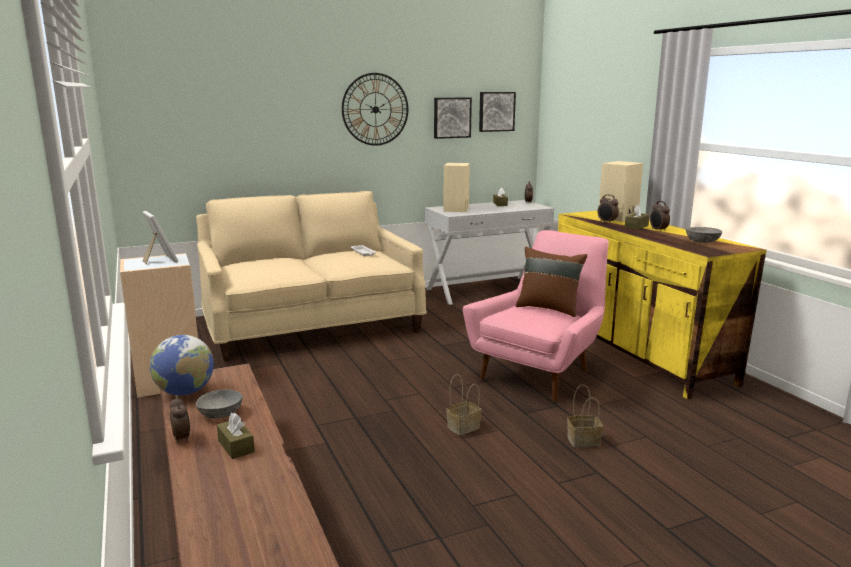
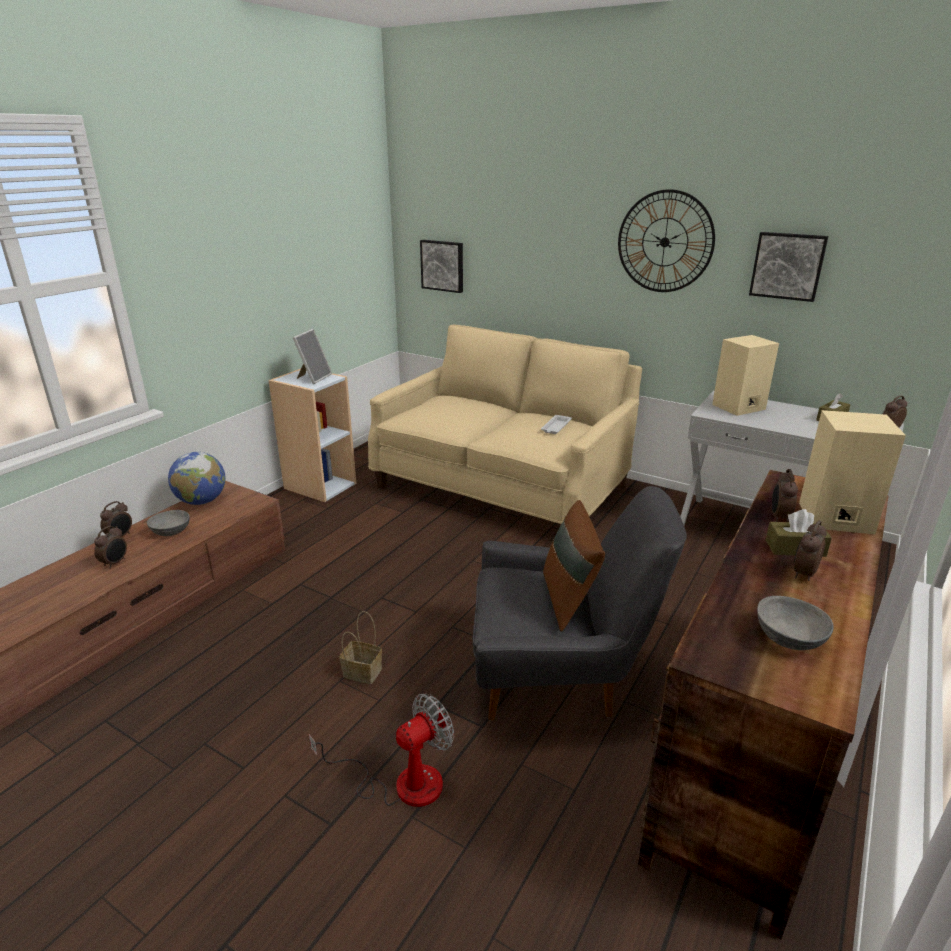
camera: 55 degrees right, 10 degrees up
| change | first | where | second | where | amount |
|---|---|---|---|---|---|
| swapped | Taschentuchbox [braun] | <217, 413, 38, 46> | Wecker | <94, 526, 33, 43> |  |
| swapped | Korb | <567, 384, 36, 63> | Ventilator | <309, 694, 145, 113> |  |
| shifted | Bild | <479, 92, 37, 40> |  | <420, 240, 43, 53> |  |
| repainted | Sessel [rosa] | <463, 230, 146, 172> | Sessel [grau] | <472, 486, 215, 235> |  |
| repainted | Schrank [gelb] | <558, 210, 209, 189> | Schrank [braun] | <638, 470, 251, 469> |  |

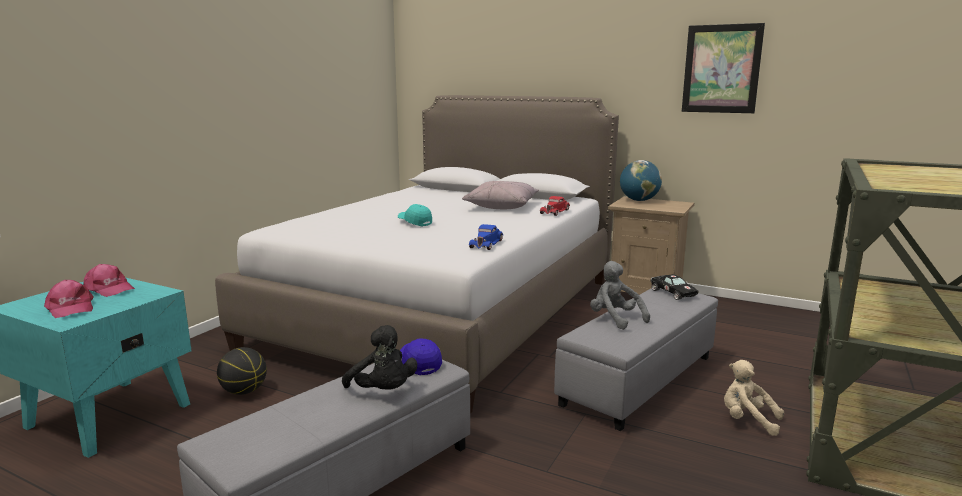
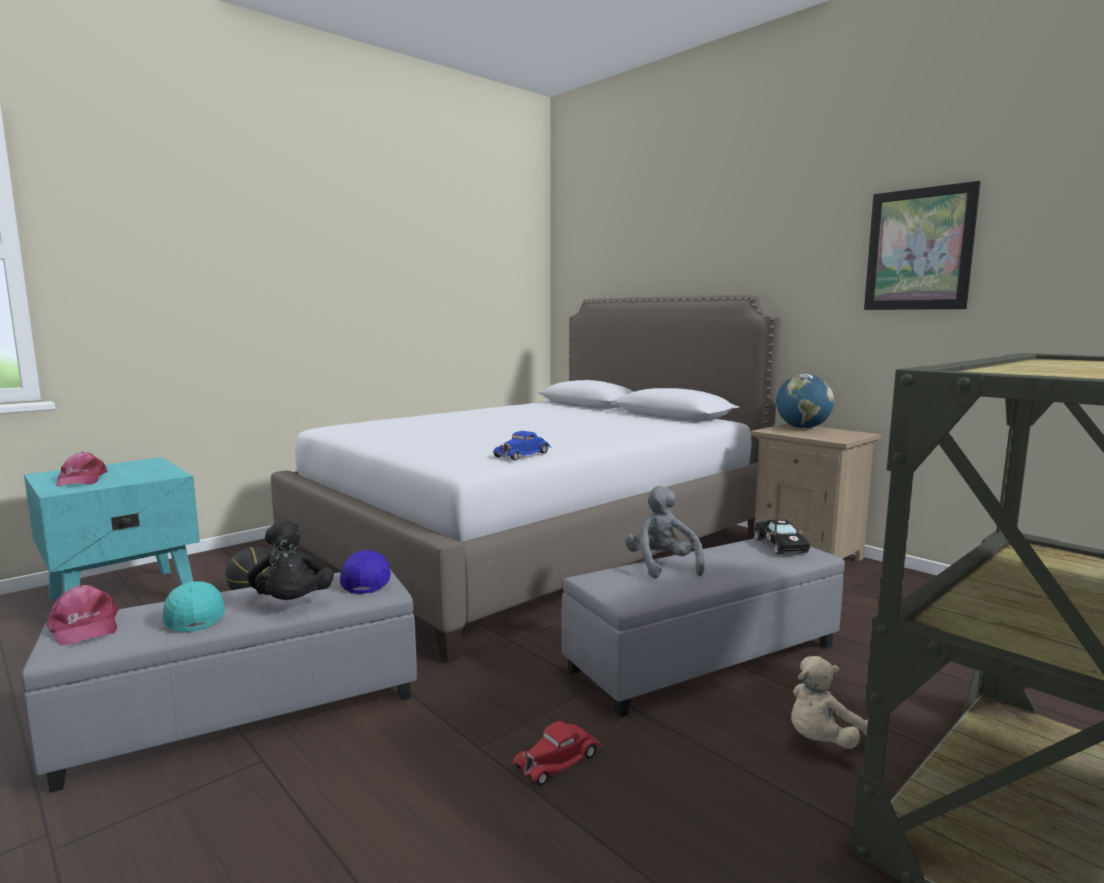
camera: 20 degrees right, 5 degrees down
| change | first | where | second | where | amount |
|---|---|---|---|---|---|
| shifted | Kappe [rosa] | <83, 264, 52, 33> |  | <46, 585, 73, 61> |  |
| shifted | Kappe [türkis] | <398, 204, 34, 23> |  | <162, 581, 63, 52> |  |
| shifted | Spielzeugauto [rot] | <540, 196, 30, 20> |  | <513, 721, 89, 64> |  |
| rotated | Plüschtier [beige] | <724, 360, 60, 76> |  | <791, 656, 77, 93> | 90 degrees counterclockwise |
| gone | Kissen [lila] | <462, 181, 77, 28> |  |  |  |

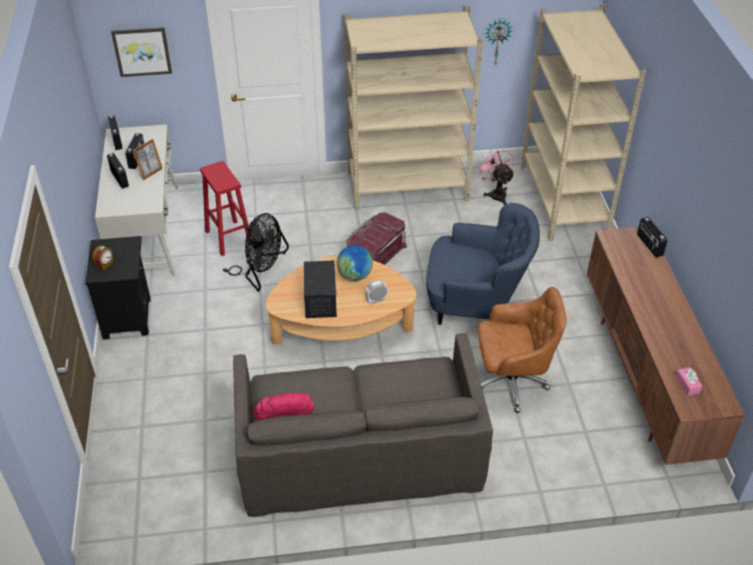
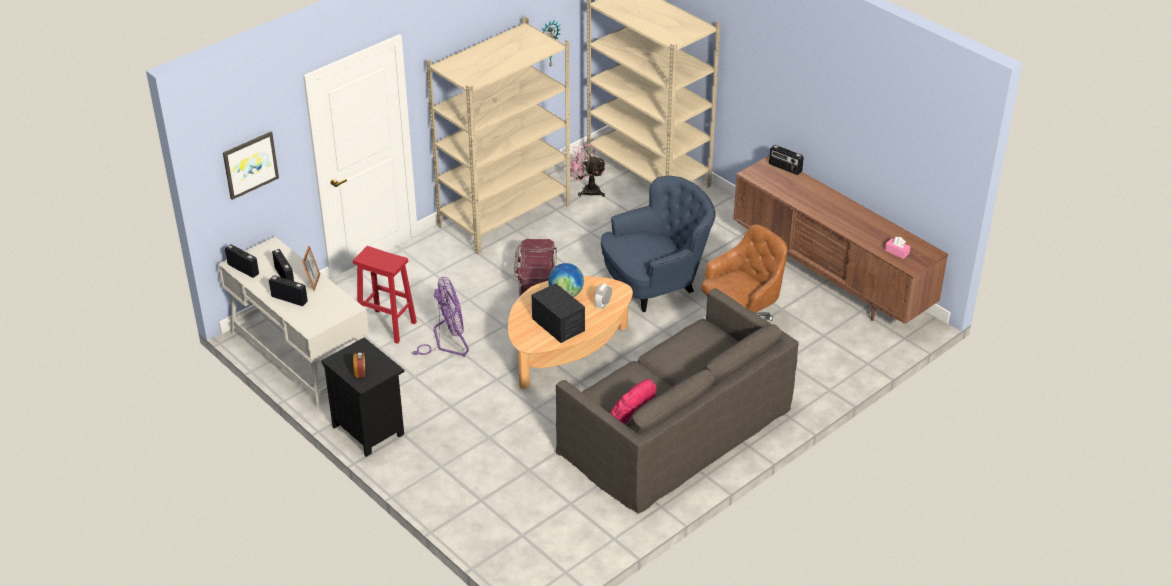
camera: 35 degrees left, 5 degrees down
| change | first | where | second | where | amount |
|---|---|---|---|---|---|
| repainted | Ventilator [schwarz] | <223, 213, 66, 79> | Ventilator [lila] | <412, 276, 57, 81> |  |

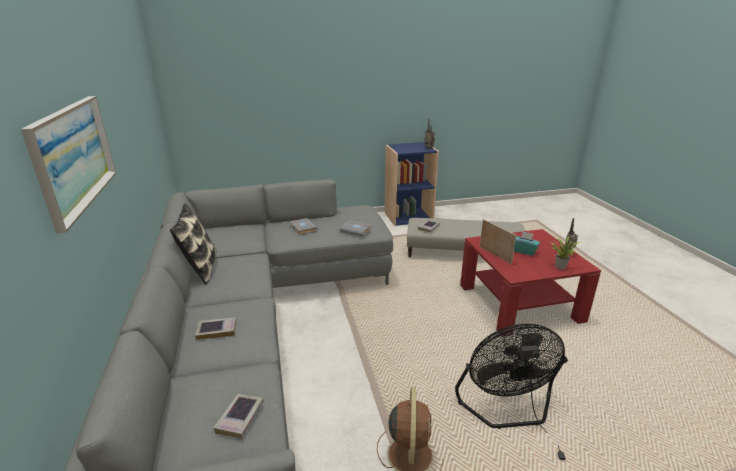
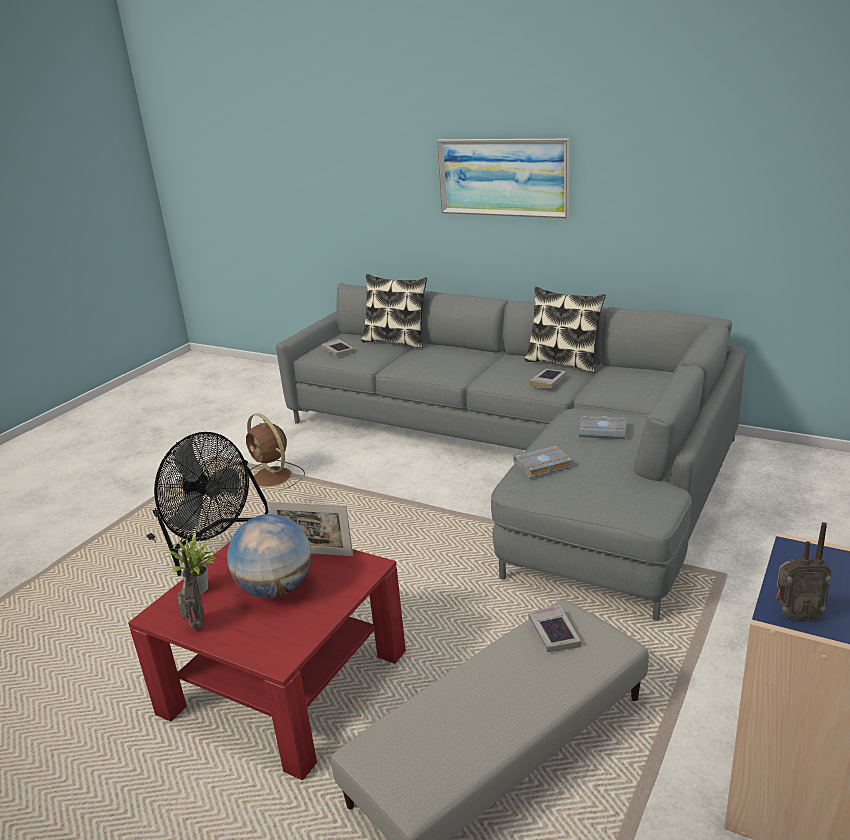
camera: 135 degrees right, 0 degrees up
| change | first | where | second | where | amount |
|---|---|---|---|---|---|
| swapped | Taschentuchbox [türkis] | <514, 231, 26, 25> | Globus | <227, 514, 84, 84> |  |
| new |  |  | Kissen | <361, 274, 66, 74> |  |
| shifted | Buch | <195, 317, 41, 23> |  | <530, 369, 37, 19> |  |

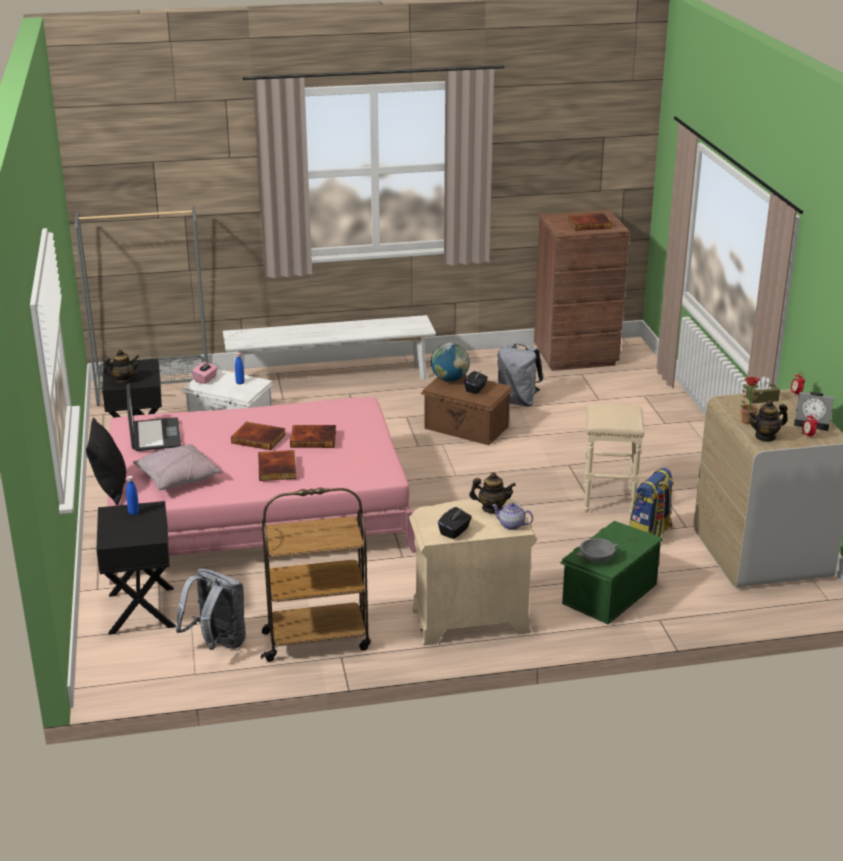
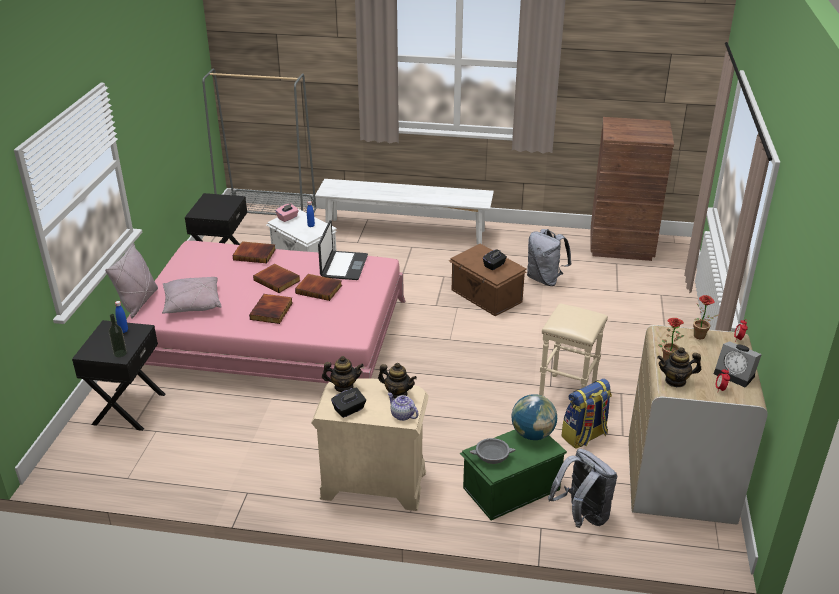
camera: 20 degrees right, 5 degrees up
| change | first | where | second | where | amount |
|---|---|---|---|---|---|
| repainted | Kissen [schwarz] | <86, 417, 41, 88> | Kissen [lila] | <105, 243, 53, 76> |  |
| new |  |  | Flasche | <109, 314, 18, 43> |  |
| shifted | Buch | <568, 213, 44, 18> |  | <232, 241, 44, 23> |  |
| shifted | Laptop | <126, 383, 55, 68> |  | <318, 220, 50, 60> |  |
| shifted | Teekanne | <103, 349, 37, 35> |  | <322, 356, 42, 36> |  |
| shifted | Globus | <431, 342, 39, 40> |  | <511, 394, 46, 46> |  |
| shifted | Rucksack [grau] | <176, 568, 70, 82> |  | <548, 448, 69, 80> |  |
| swapped | Taschentuchbox [braun] | <746, 376, 34, 28> | Topfpflanze | <693, 295, 25, 44> |  |
| gone | Rollwagen [braun] | <260, 488, 111, 174> |  |  |  |

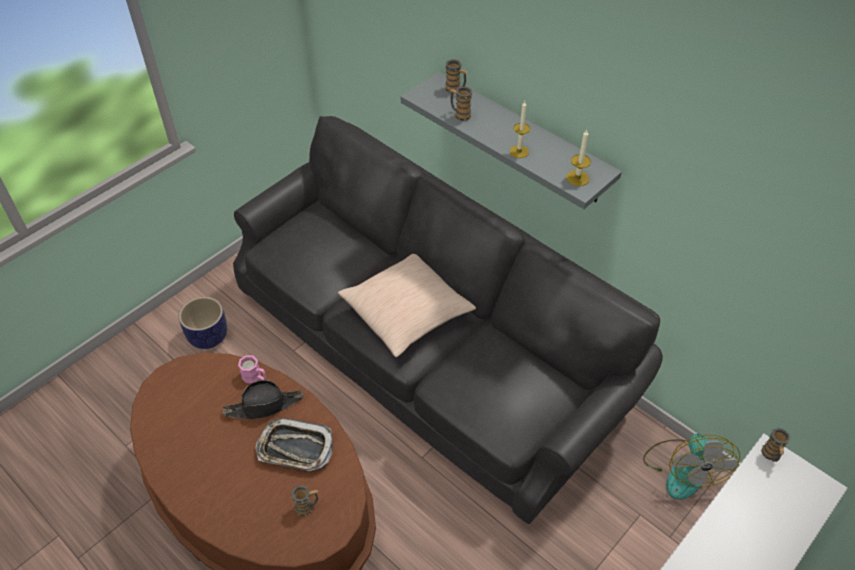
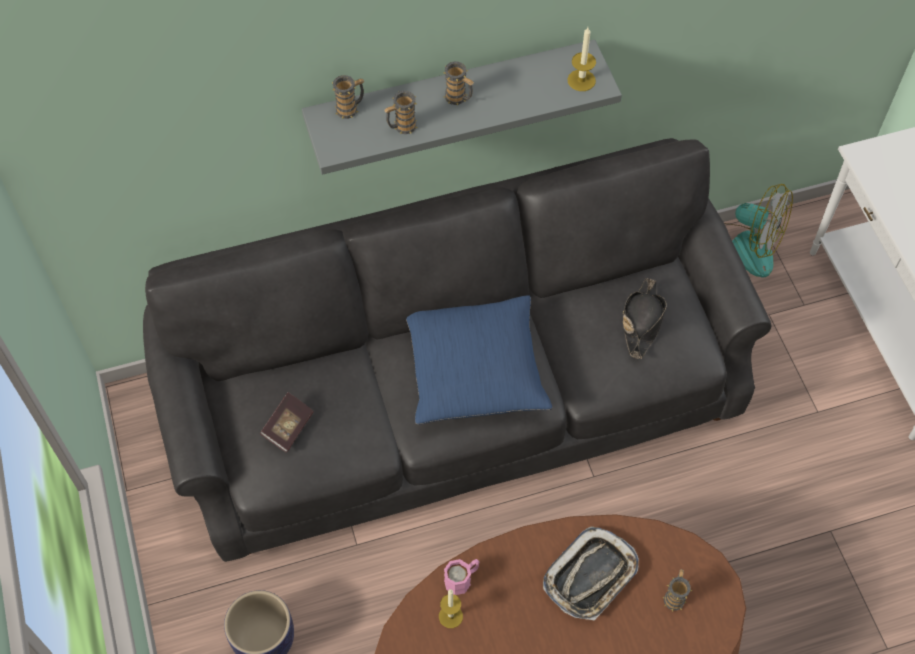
camera: 60 degrees left, 10 degrees up
| change | first | where | second | where | amount |
|---|---|---|---|---|---|
| new |  |  | Buch | <260, 392, 54, 61> |  |
| repainted | Kissen [beige] | <338, 254, 138, 103> | Kissen [blau] | <406, 295, 146, 129> |  |
| shifted | Kerze | <510, 101, 20, 57> |  | <439, 589, 24, 39> |  |
| shifted | Henkelbecher | <761, 428, 30, 34> |  | <444, 62, 30, 43> |  |
| shifted | Hut [schwarz] | <223, 380, 81, 39> |  | <623, 278, 44, 81> |  |

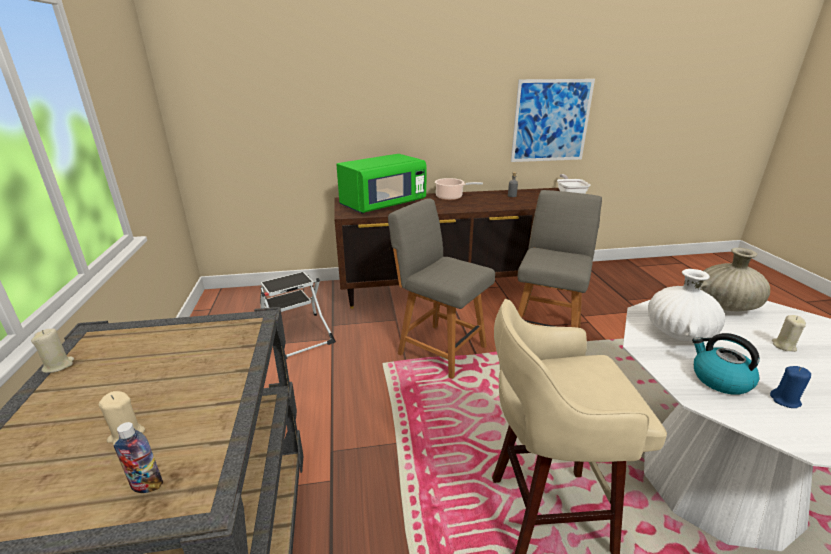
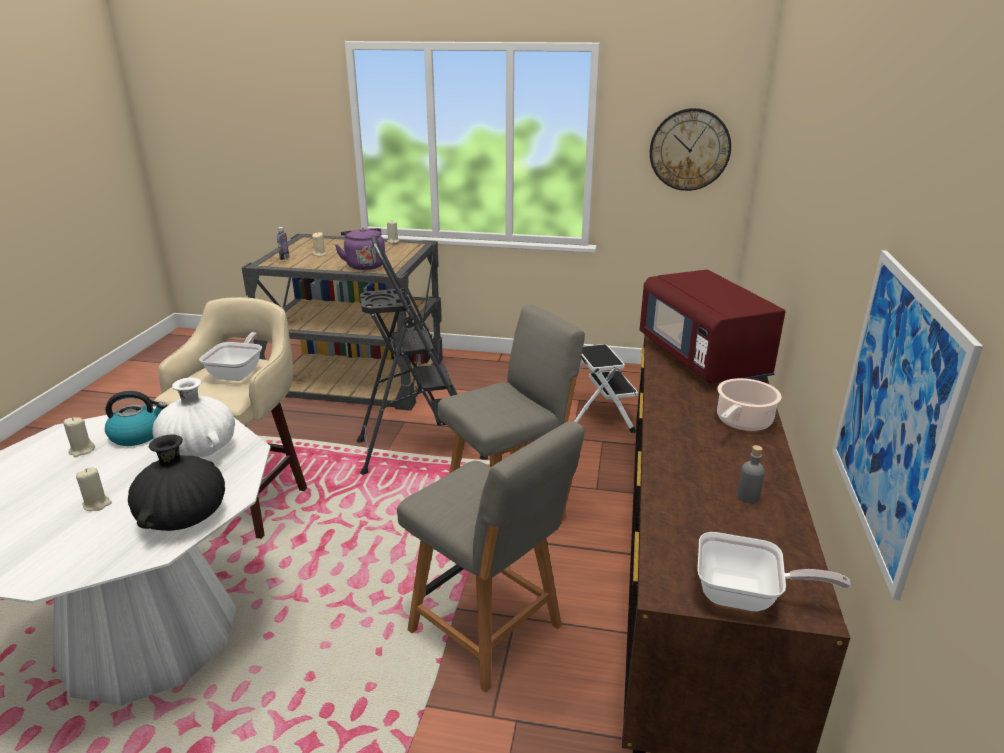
camera: 110 degrees right, 0 degrees up
| change | first | where | second | where | amount |
|---|---|---|---|---|---|
| repainted | Kerze [blau] | <770, 366, 41, 42> | Kerze [beige] | <63, 417, 32, 40> |  |
| repainted | Vase [beige] | <700, 248, 70, 63> | Vase [schwarz] | <128, 434, 97, 97> |  |
| new |  |  | Pfanne | <199, 332, 63, 49> |  |
| new |  |  | Wasserkessel [lila] | <335, 228, 50, 42> |  |
| new |  |  | Trittleiter | <357, 235, 131, 240> |  |
| repainted | Mikrowelle [grün] | <336, 154, 91, 60> | Mikrowelle [rot] | <640, 270, 145, 114> |  |
| new |  |  | Wanduhr | <650, 108, 81, 83> |  |

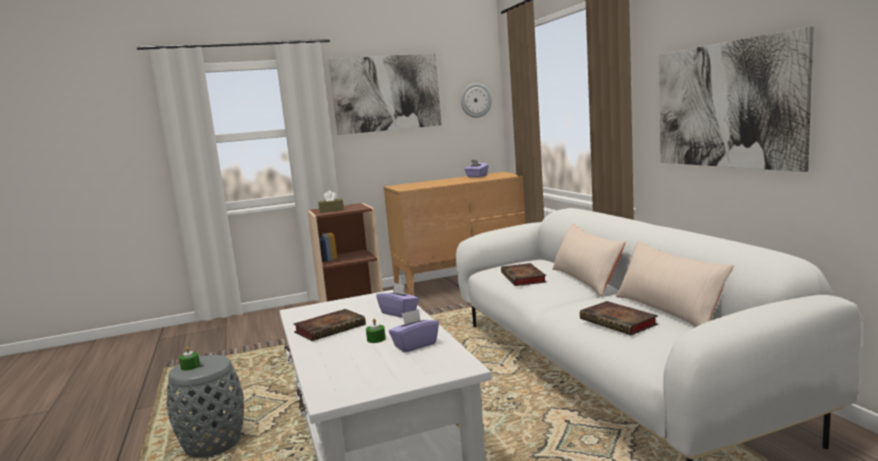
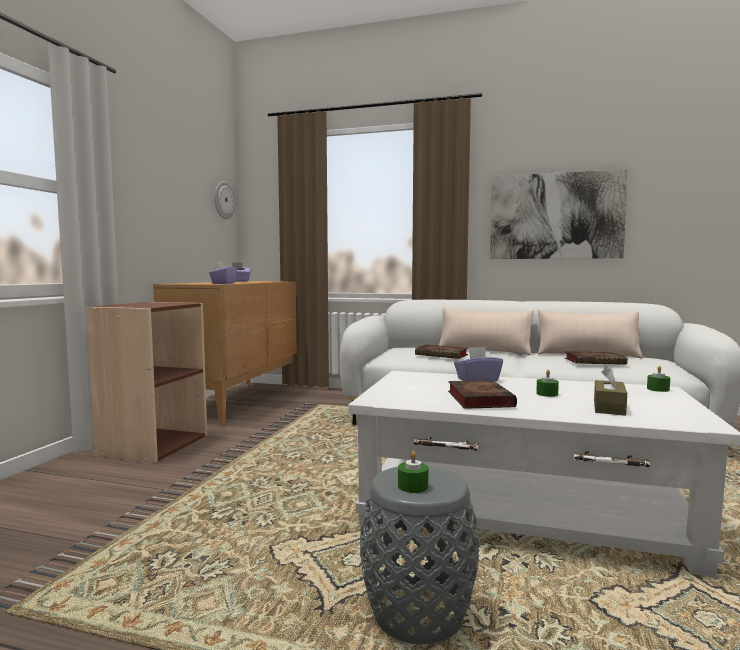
camera: 55 degrees left, 5 degrees down
| change | first | where | second | where | amount |
|---|---|---|---|---|---|
| shifted | Taschentuchbox [lila] | <389, 309, 50, 44> |  | <209, 261, 28, 23> |  |
| shifted | Taschentuchbox [braun] | <318, 190, 26, 23> |  | <594, 365, 33, 51> |  |
| new |  |  | Kerze [grün] | <647, 366, 23, 26> |  |
| gone | Bild | <329, 53, 113, 82> |  |  |  |

